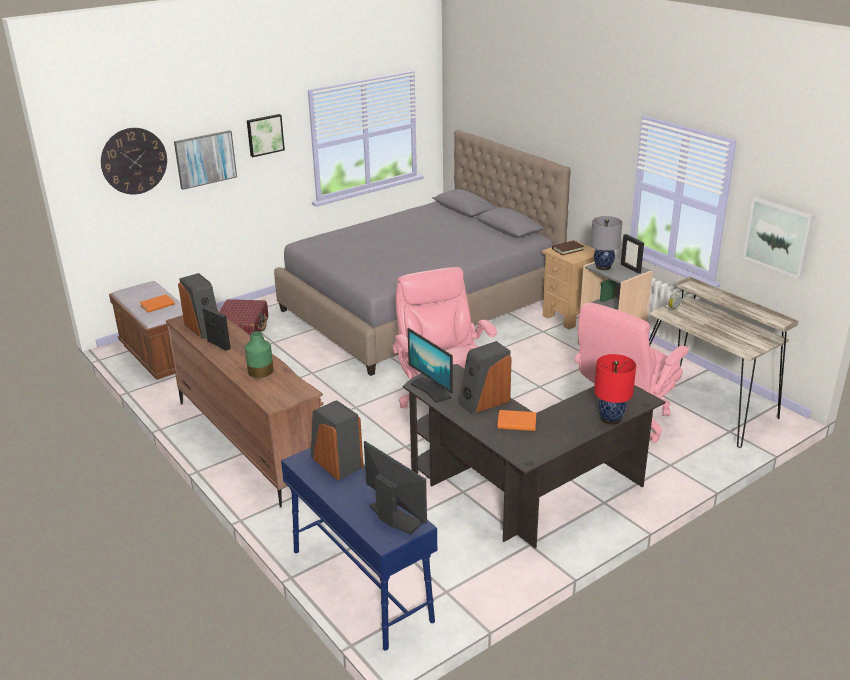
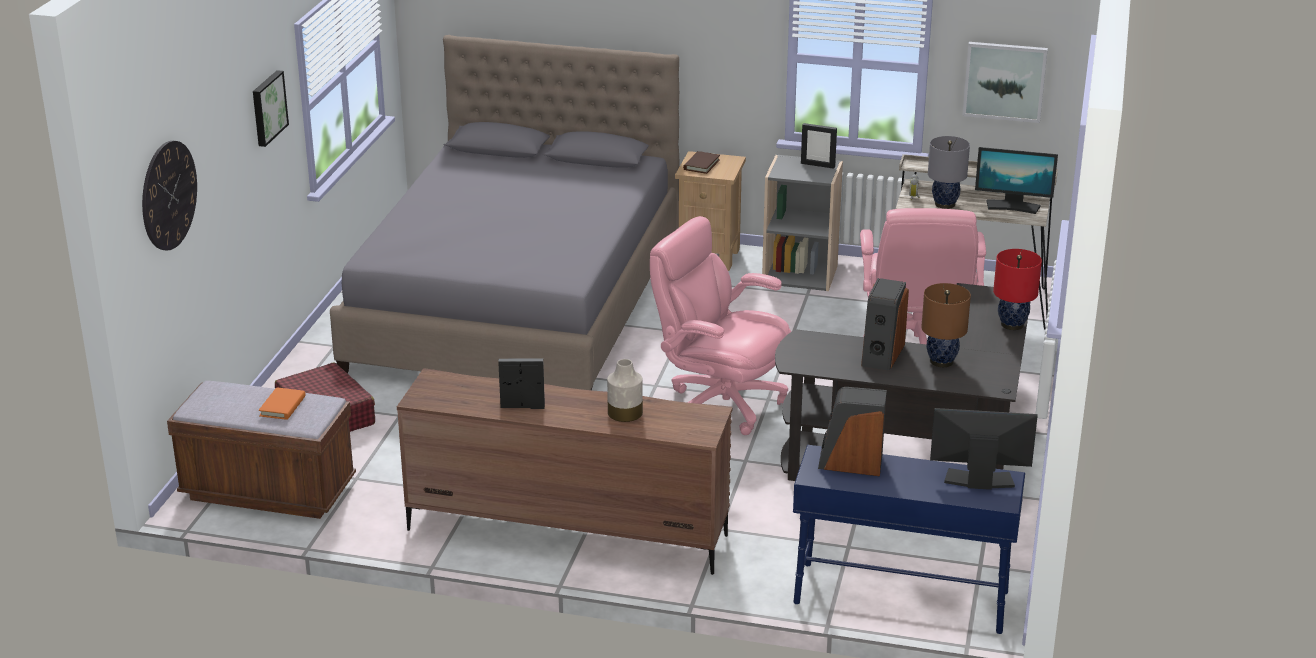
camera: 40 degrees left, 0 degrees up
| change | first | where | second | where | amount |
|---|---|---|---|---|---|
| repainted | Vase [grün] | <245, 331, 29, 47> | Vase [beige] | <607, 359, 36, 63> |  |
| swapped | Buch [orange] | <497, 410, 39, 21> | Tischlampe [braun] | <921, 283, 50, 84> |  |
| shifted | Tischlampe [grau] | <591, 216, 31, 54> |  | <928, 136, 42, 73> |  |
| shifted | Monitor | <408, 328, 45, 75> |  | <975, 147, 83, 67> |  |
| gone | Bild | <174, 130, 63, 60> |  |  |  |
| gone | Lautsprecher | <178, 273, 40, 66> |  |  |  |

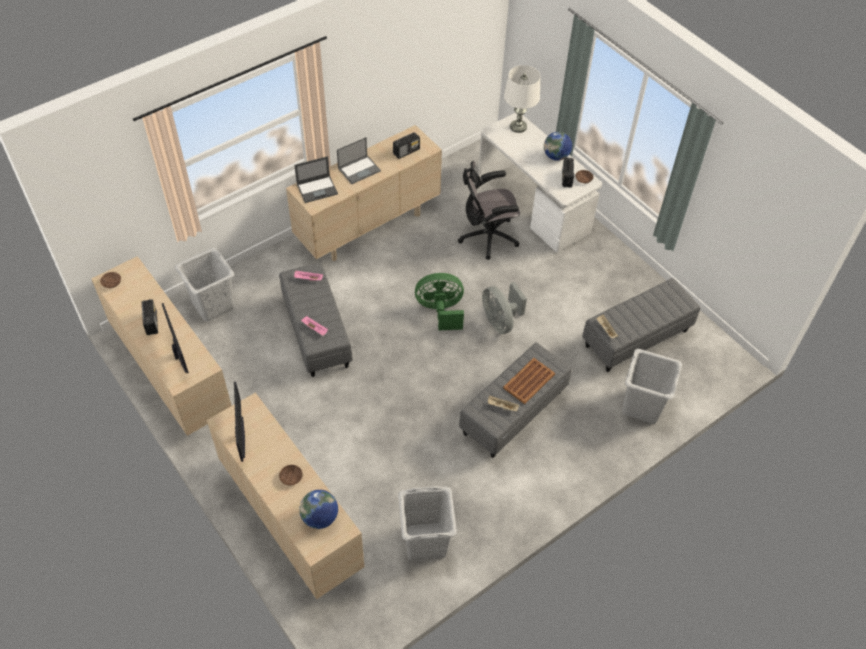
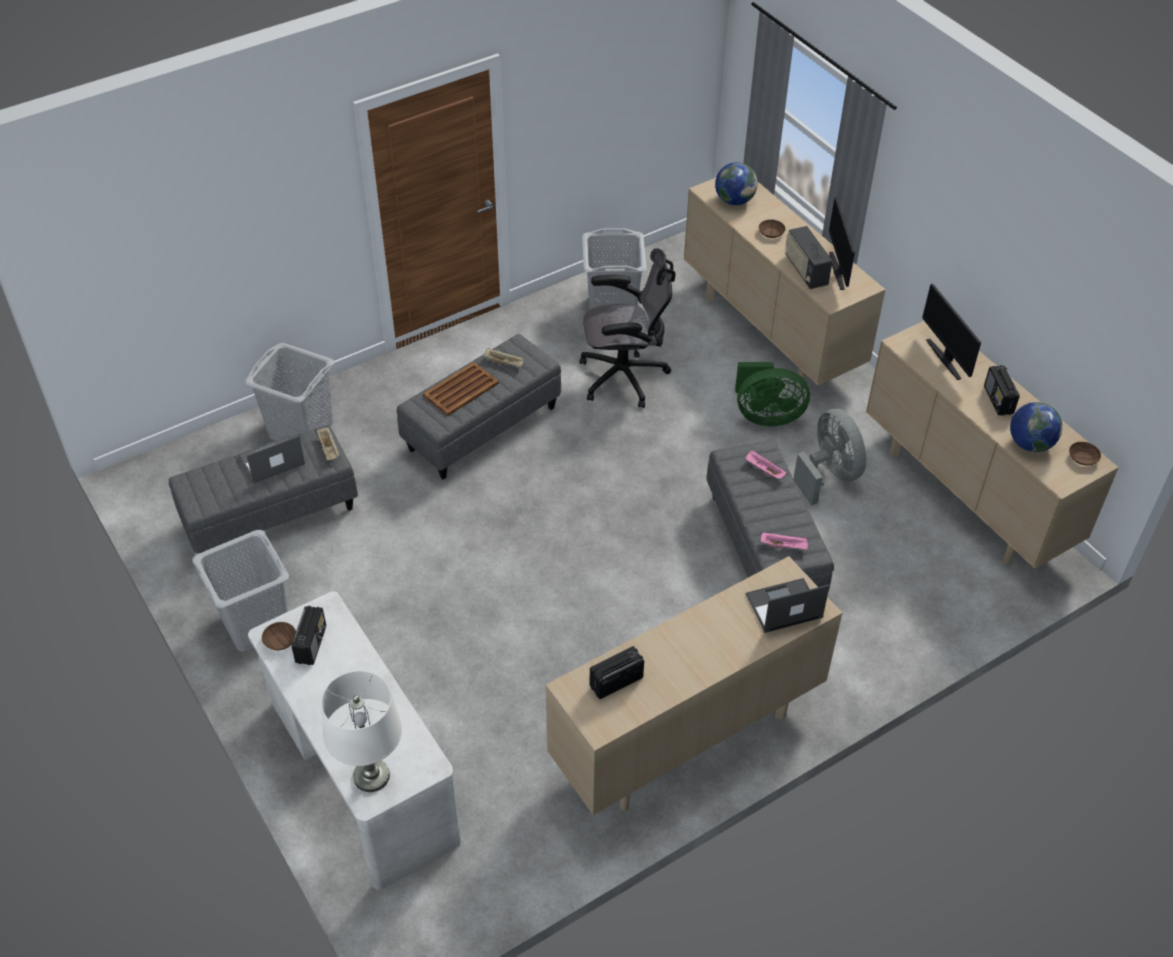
camera: 175 degrees left, 5 degrees down
| change | first | where | second | where | amount |
|---|---|---|---|---|---|
| shifted | Wäschekorb [grau] | <175, 248, 59, 73> |  | <192, 530, 97, 122> |  |
| shifted | Laptop | <337, 137, 44, 47> |  | <238, 435, 67, 49> |  |
| shifted | Bürostuhl | <458, 161, 62, 99> |  | <580, 248, 95, 160> |  |
| shifted | Ventilator [grün] | <415, 273, 49, 57> |  | <735, 362, 75, 64> |  |
| new |  |  | Radio | <785, 226, 48, 63> |  |
| shifted | Ventilator [grau] | <482, 282, 45, 52> |  | <793, 409, 73, 96> |  |
| shifted | Globus | <544, 132, 28, 29> |  | <1010, 402, 53, 50> |  |

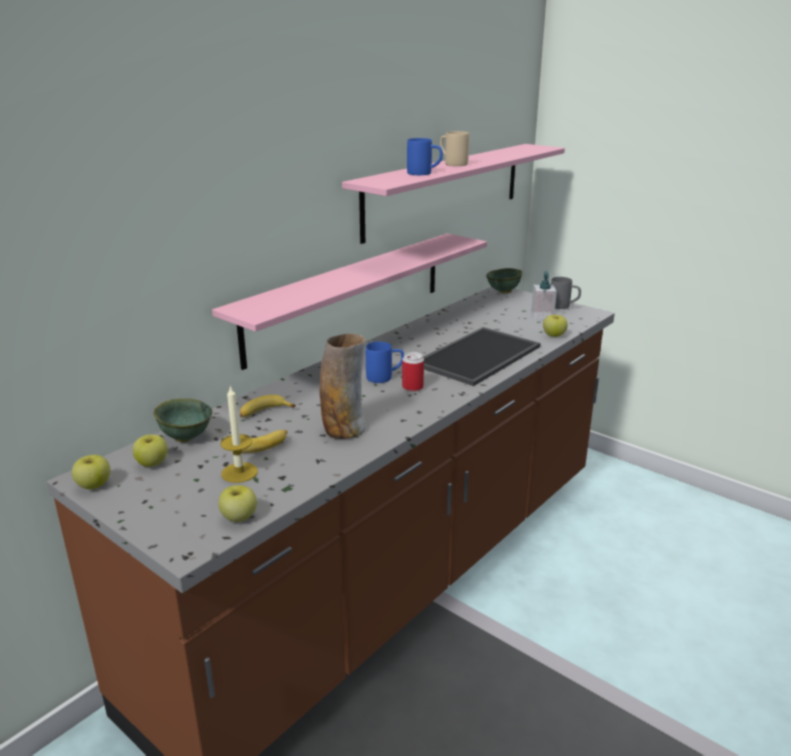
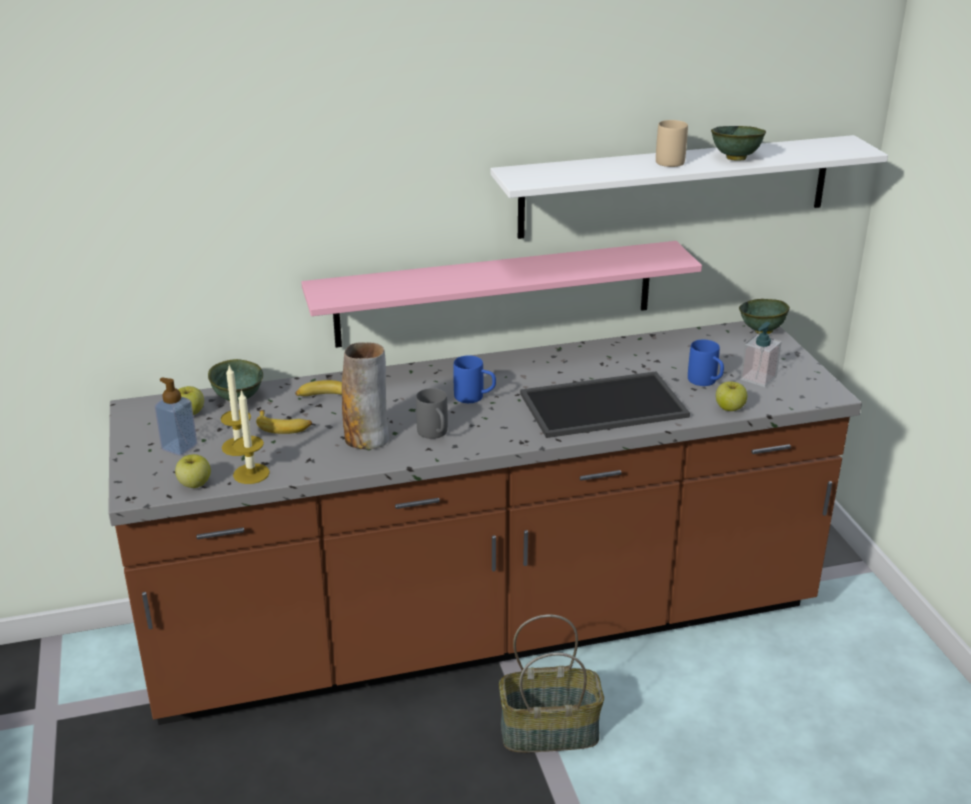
camera: 35 degrees right, 5 degrees up
| change | first | where | second | where | amount |
|---|---|---|---|---|---|
| new |  |  | Seifenspender | <155, 377, 42, 79> |  |
| new |  |  | Kerze | <232, 390, 38, 94> |  |
| shifted | Henkelbecher [grau] | <551, 277, 30, 32> |  | <416, 388, 32, 51> |  |
| repainted | Wandregal [rosa] | <342, 144, 223, 100> | Wandregal [weiß] | <491, 135, 397, 104> |  |
| new |  |  | Korb | <499, 614, 105, 139> |  |
| shifted | Henkelbecher [blau] | <407, 138, 36, 37> |  | <688, 340, 36, 46> |  |
| new |  |  | Schüssel [grün] | <711, 126, 55, 35> |  |
| gone | Apfel | <72, 455, 38, 34> |  |  |  |
| gone | Dose | <402, 352, 22, 39> |  |  |  |

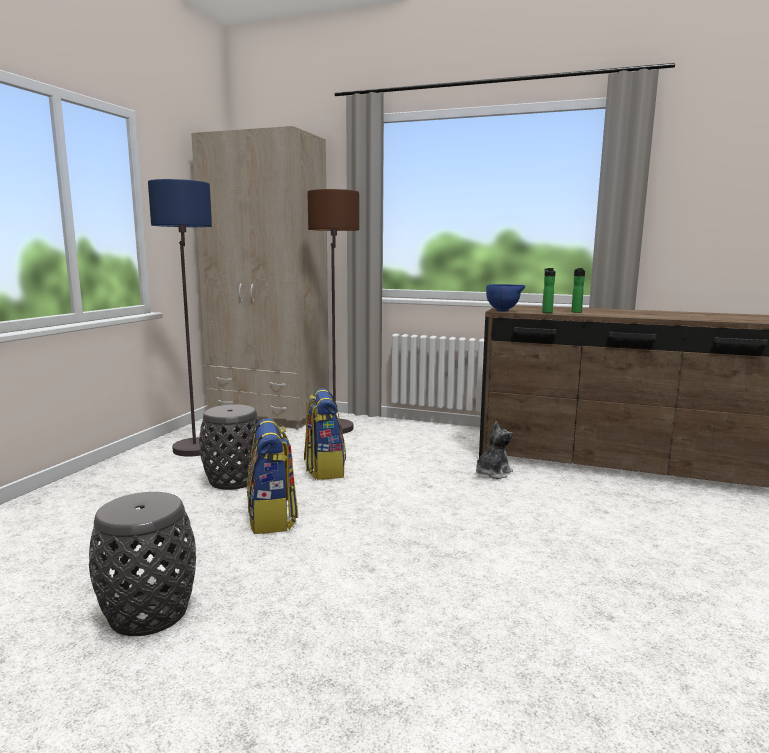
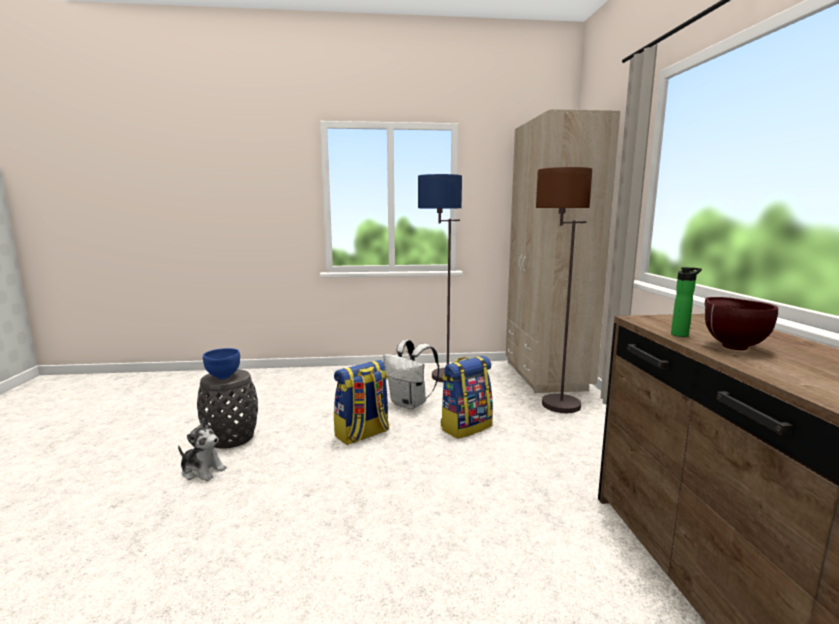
camera: 65 degrees right, 0 degrees up
| change | first | where | second | where | amount |
|---|---|---|---|---|---|
| shifted | Plüschtier | <476, 421, 37, 58> |  | <178, 419, 49, 62> |  |
| shifted | Schüssel [blau] | <486, 284, 40, 27> |  | <203, 348, 37, 31> |  |
| swapped | Hocker [grau] | <199, 404, 60, 86> | Rucksack [weiß] | <383, 340, 56, 69> |  |
| swapped | Flasche | <571, 268, 14, 45> | Schüssel [braun] | <705, 297, 73, 53> |  |

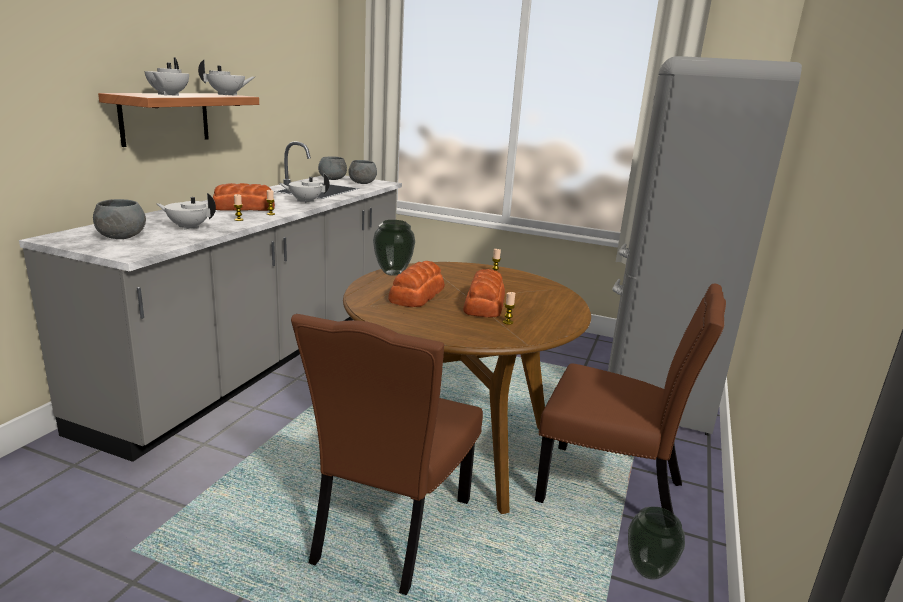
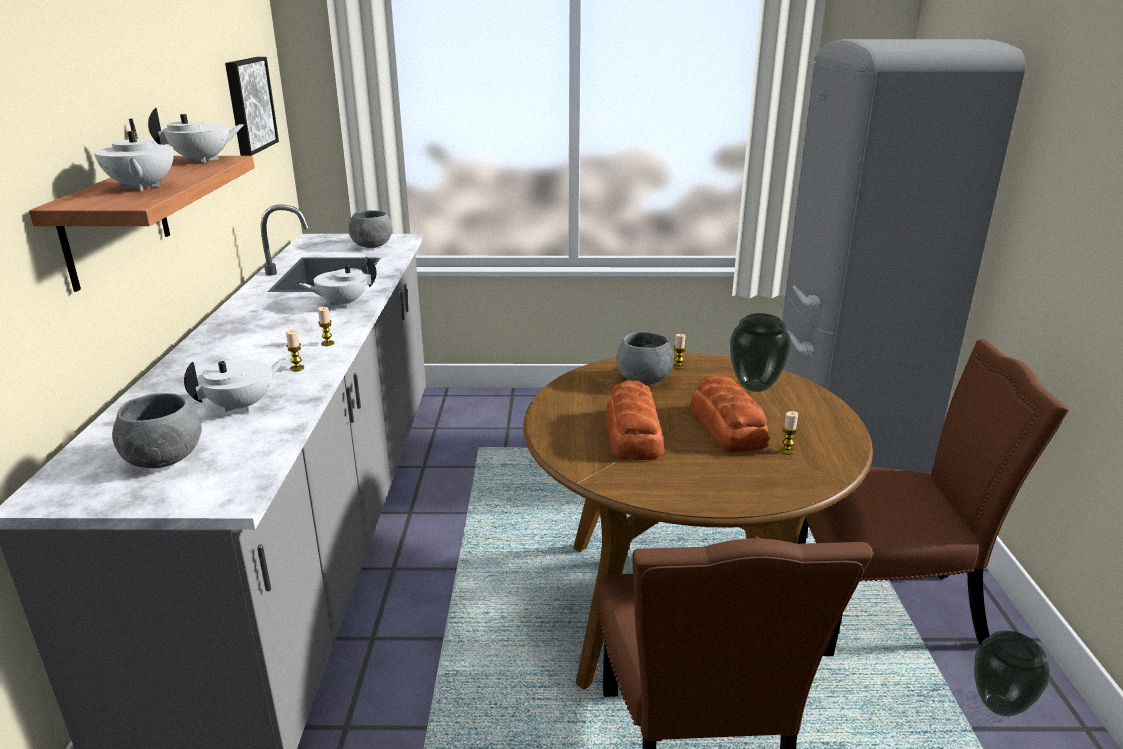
camera: 20 degrees left, 5 degrees up
| change | first | where | second | where | amount |
|---|---|---|---|---|---|
| rotated | Teekanne [weiß] | <156, 193, 60, 37> |  | <184, 358, 102, 55> | 150 degrees clockwise |
| new |  |  | Bild | <225, 57, 54, 99> |  |
| shifted | Schüssel [grau] | <318, 157, 29, 23> |  | <616, 332, 58, 53> |  |
| shifted | Vase | <373, 220, 42, 56> |  | <730, 313, 61, 79> |  |
| gone | Brot | <213, 183, 62, 28> |  |  |  |

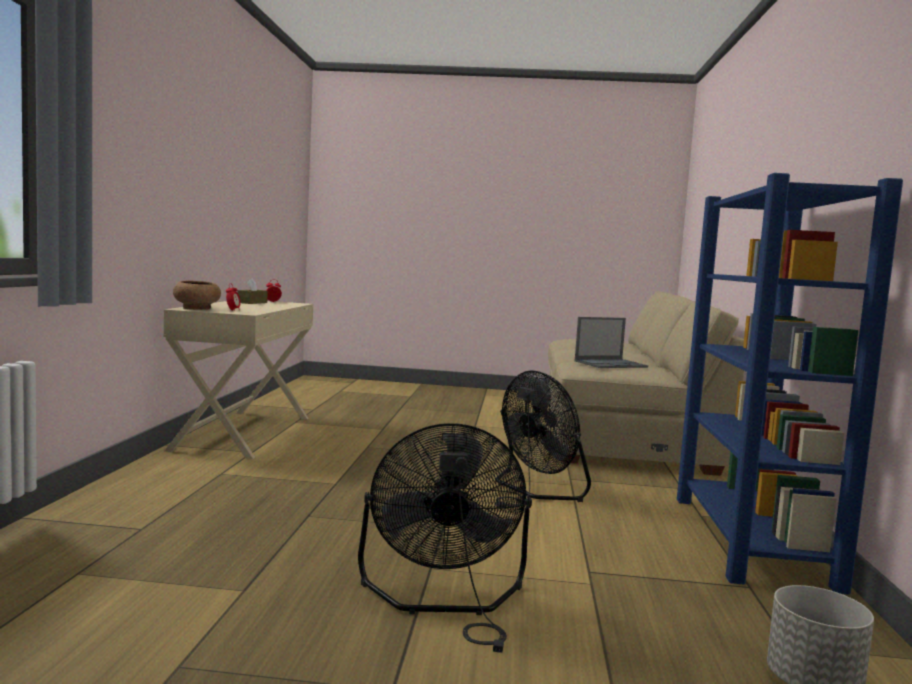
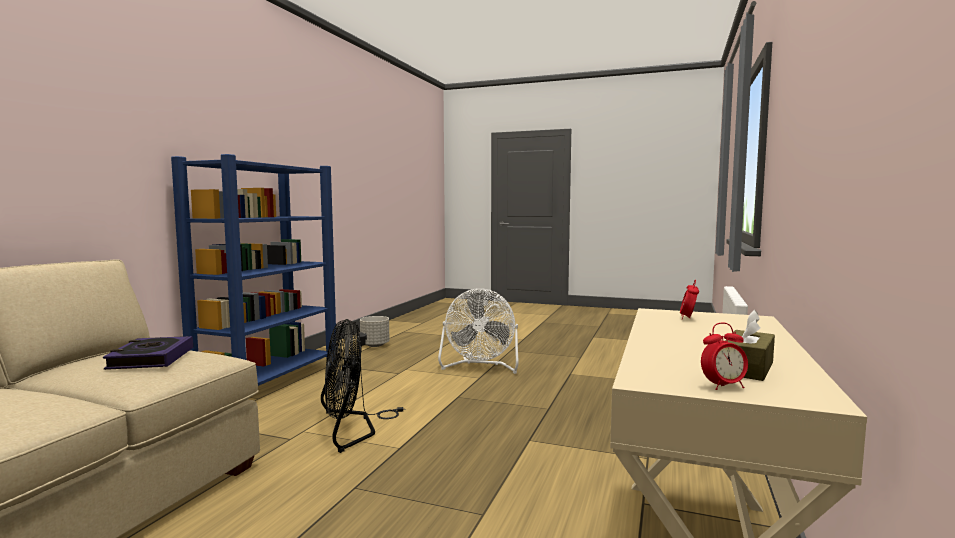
camera: 165 degrees left, 0 degrees up
| change | first | where | second | where | amount |
|---|---|---|---|---|---|
| swapped | Laptop | <575, 317, 73, 51> | Buch | <103, 336, 90, 34> |  |
| repainted | Ventilator [schwarz] | <358, 423, 174, 230> | Ventilator [weiß] | <438, 288, 81, 86> |  |
| gone | Schüssel [braun] | <173, 281, 48, 29> |  |  |  |

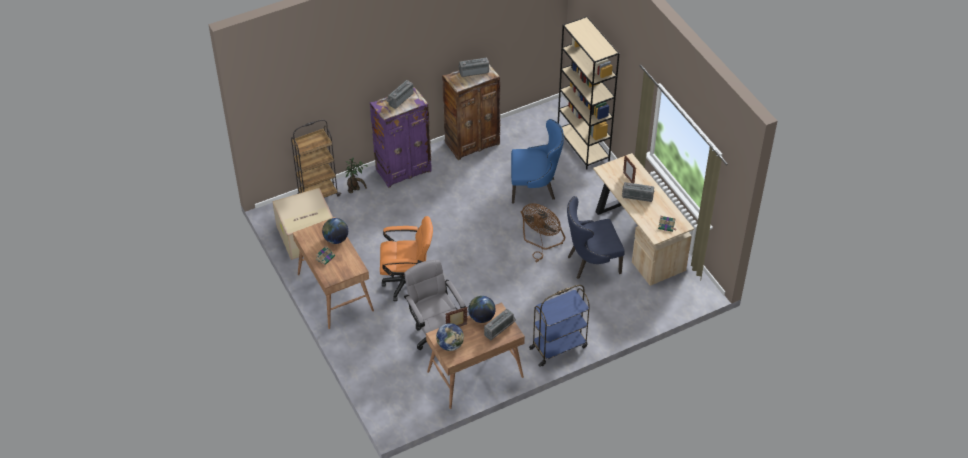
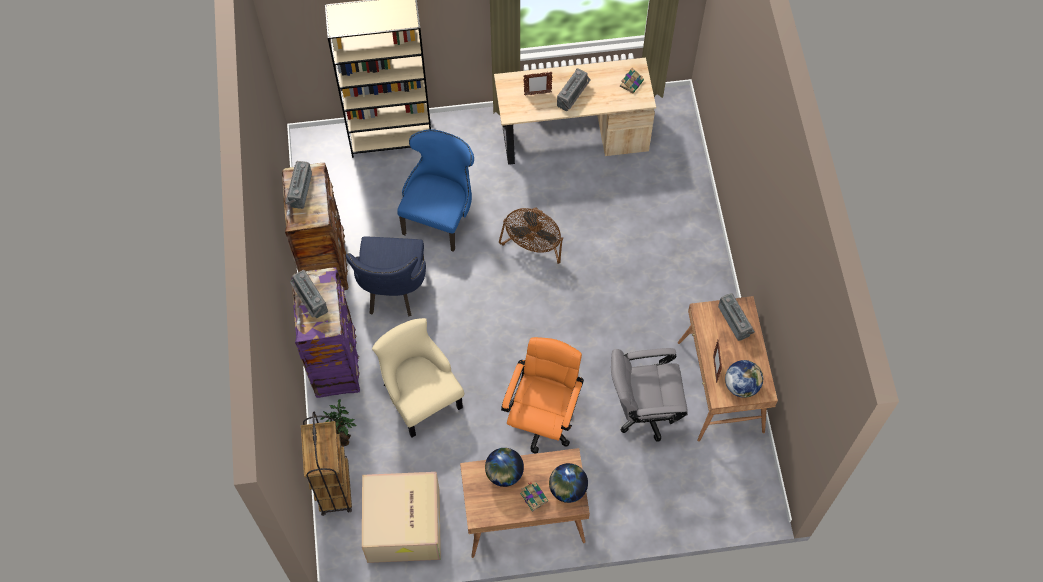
camera: 70 degrees left, 15 degrees up
| change | first | where | second | where | amount |
|---|---|---|---|---|---|
| shifted | Stuhl [blau] | <567, 196, 58, 83> |  | <346, 237, 80, 79> |  |
| new |  |  | Stuhl [beige] | <372, 318, 93, 120> |  |
| rotated | Ventilator [braun] | <520, 203, 45, 59> |  | <499, 207, 64, 57> | 120 degrees counterclockwise |
| shifted | Globus | <468, 296, 28, 27> |  | <549, 463, 39, 40> |  |
| gone | Rollwagen [blau] | <529, 285, 61, 82> |  |  |  |

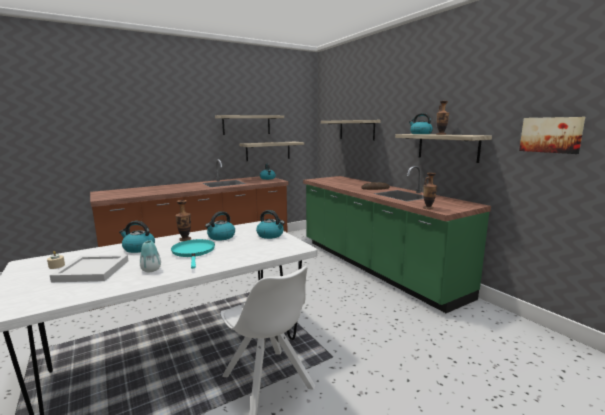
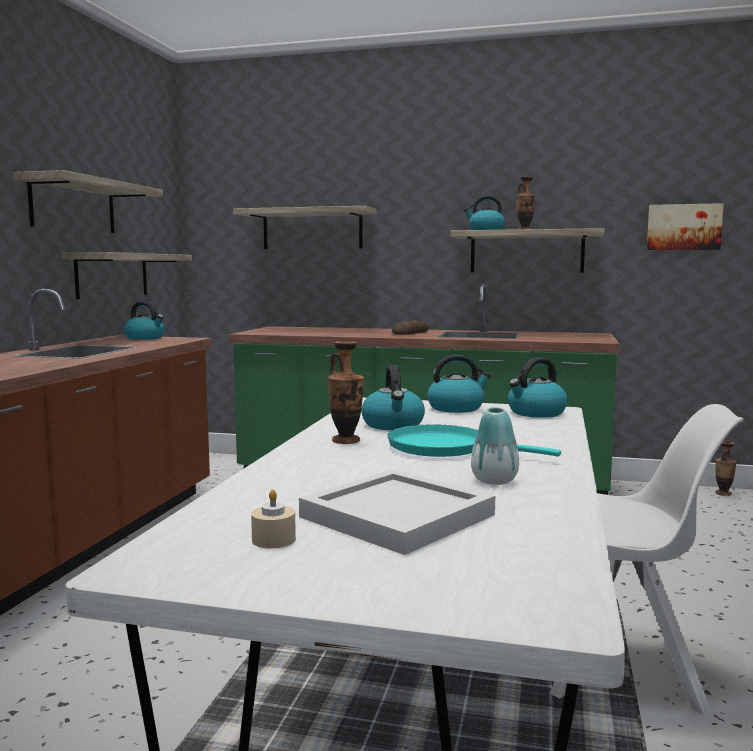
camera: 45 degrees left, 5 degrees down
| change | first | where | second | where | amount |
|---|---|---|---|---|---|
| shifted | Wasserkessel | <119, 221, 36, 32> |  | <507, 357, 61, 61> |  |
| shifted | Vase | <423, 173, 14, 36> |  | <715, 441, 22, 55> |  |

